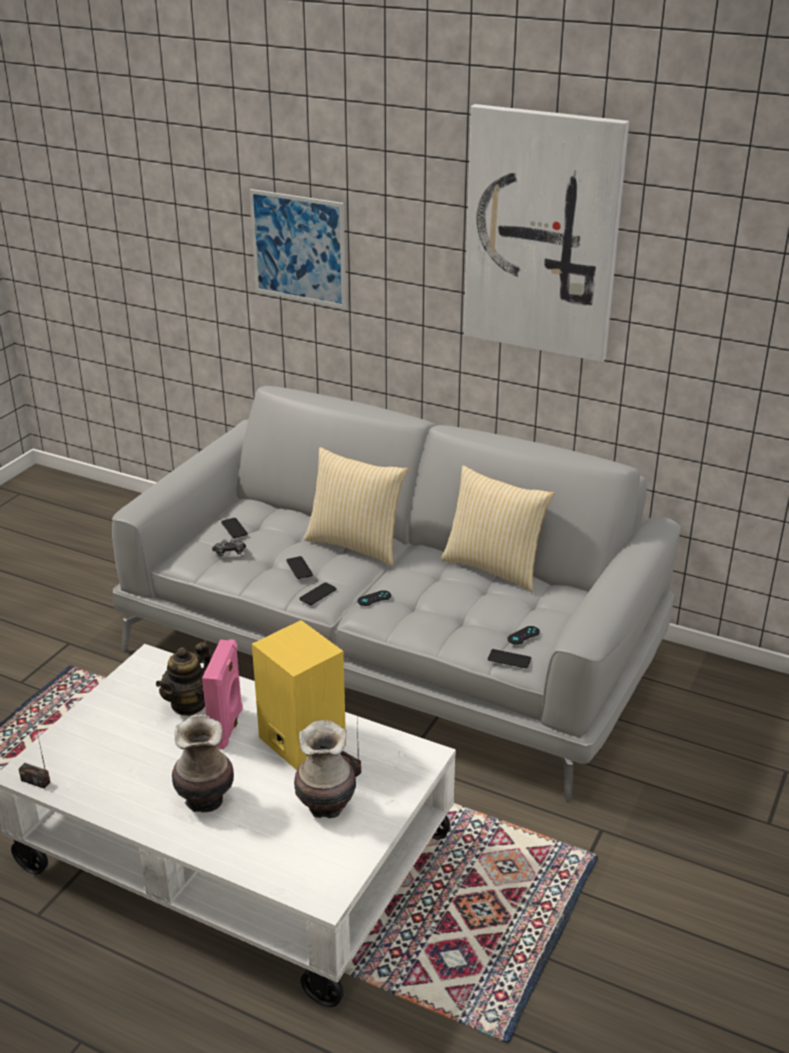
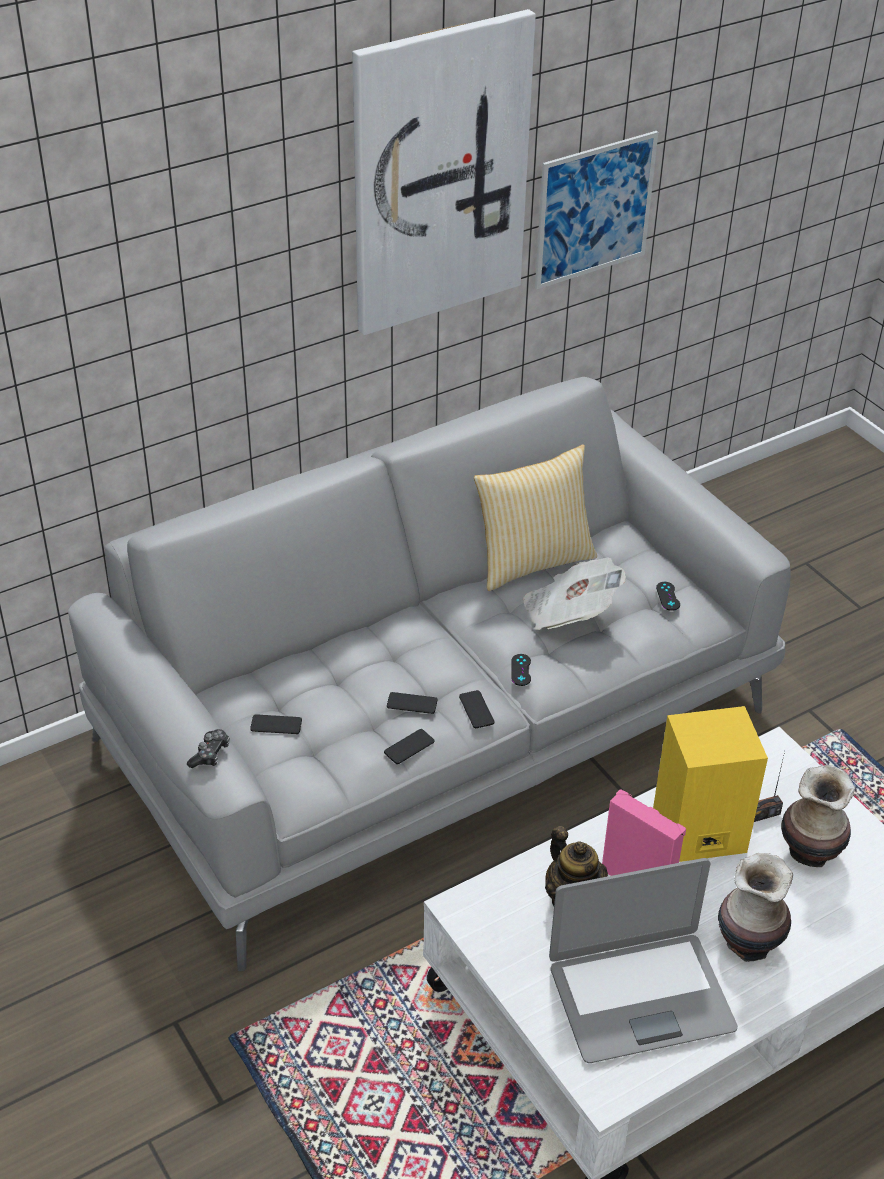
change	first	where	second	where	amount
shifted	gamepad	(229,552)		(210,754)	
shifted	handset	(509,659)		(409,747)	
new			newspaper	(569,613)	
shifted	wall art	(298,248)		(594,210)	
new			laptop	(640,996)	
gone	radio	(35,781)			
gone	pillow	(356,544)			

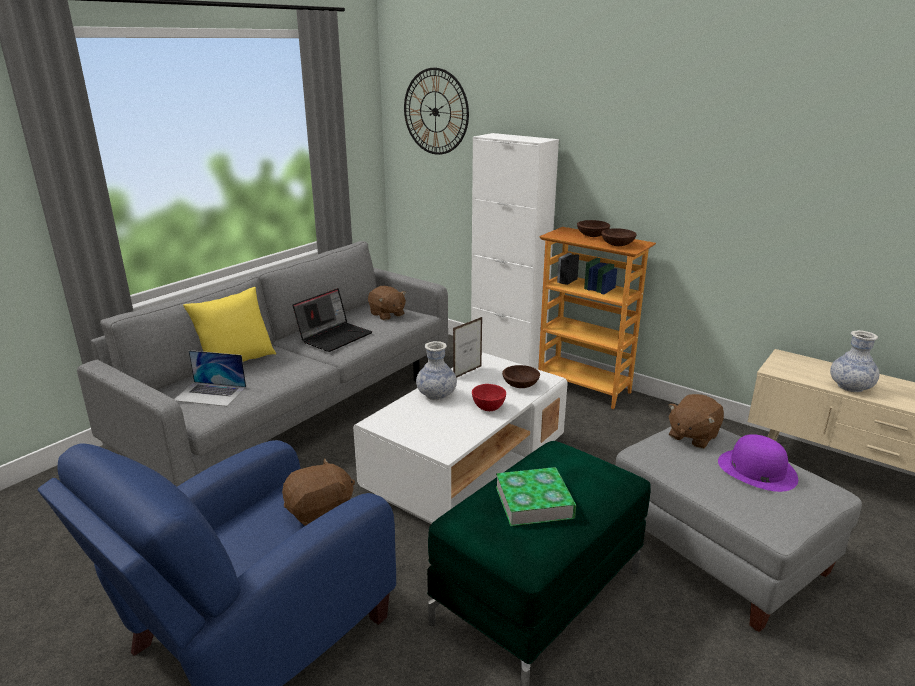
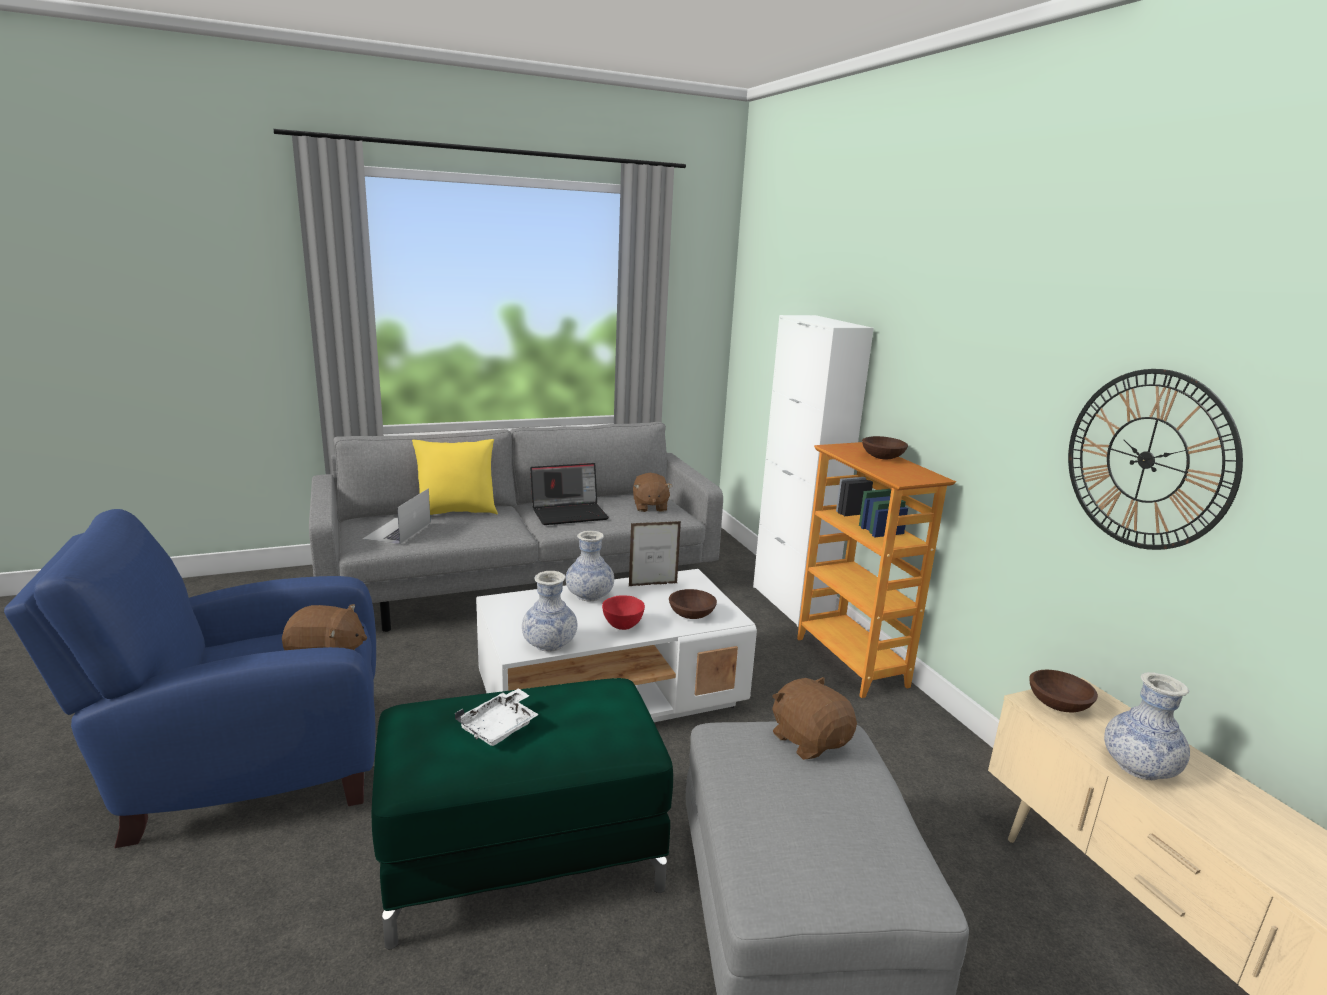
change	first	where	second	where	amount
rotated	laptop	(210,394)		(397,531)	60 degrees clockwise
swapped	volume	(534,502)	whitish tray	(500,727)	
new			vase	(549,644)	
rotated	brownish plush toy	(692,436)		(809,740)	75 degrees clockwise
shifted	brownish deep dish	(617,244)		(1058,704)	
shifted	wall clock	(435,112)		(1146,459)	
gone	purple-coloured hat	(756,470)			

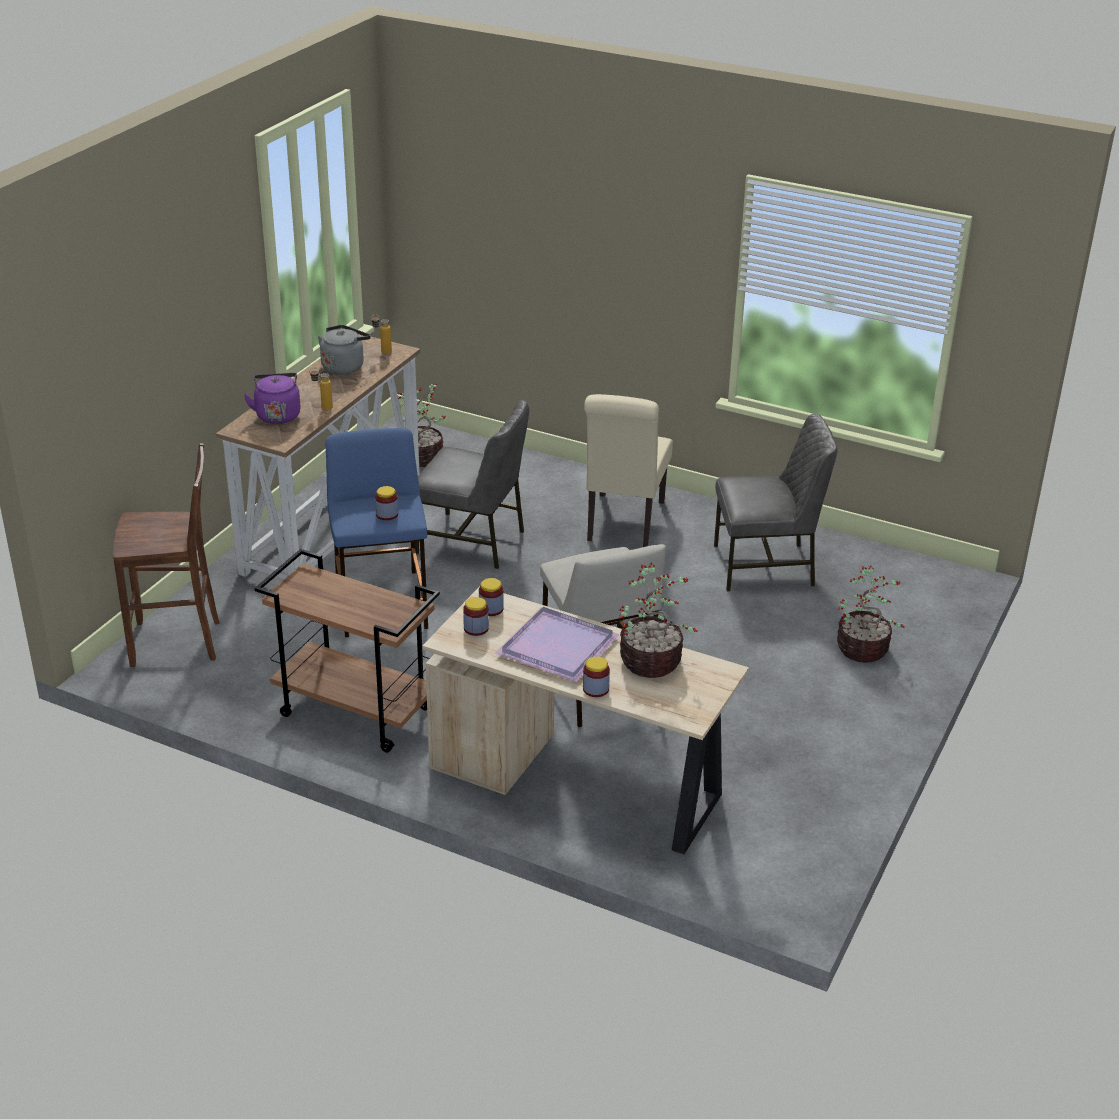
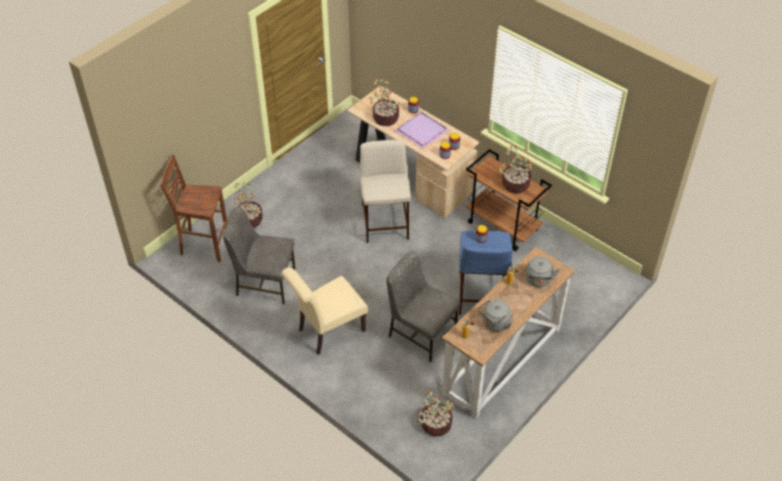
change	first	where	second	where	amount
shifted	brownish stool	(178,643)		(203,245)	
rotated	sand-coloured chair	(623,524)		(327,331)	150 degrees counterclockwise
new			houseplant	(514,184)	
repainted	purple-coloured water kettle	(277,415)	gray water kettle	(539,280)	

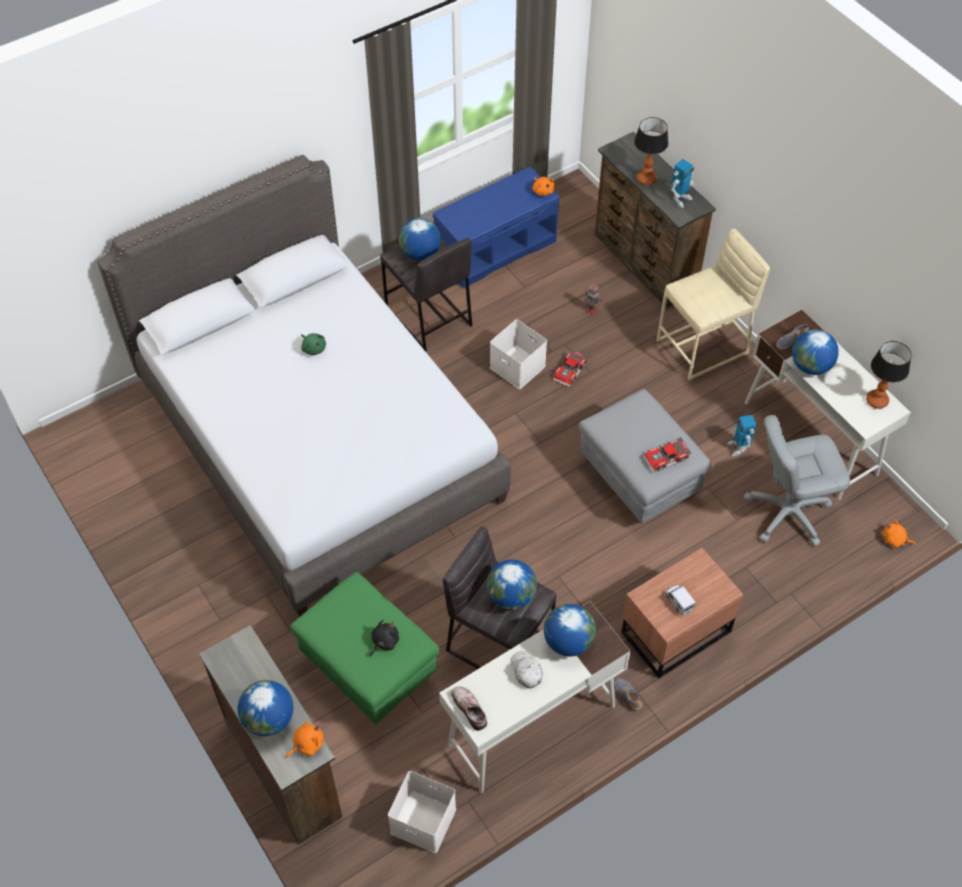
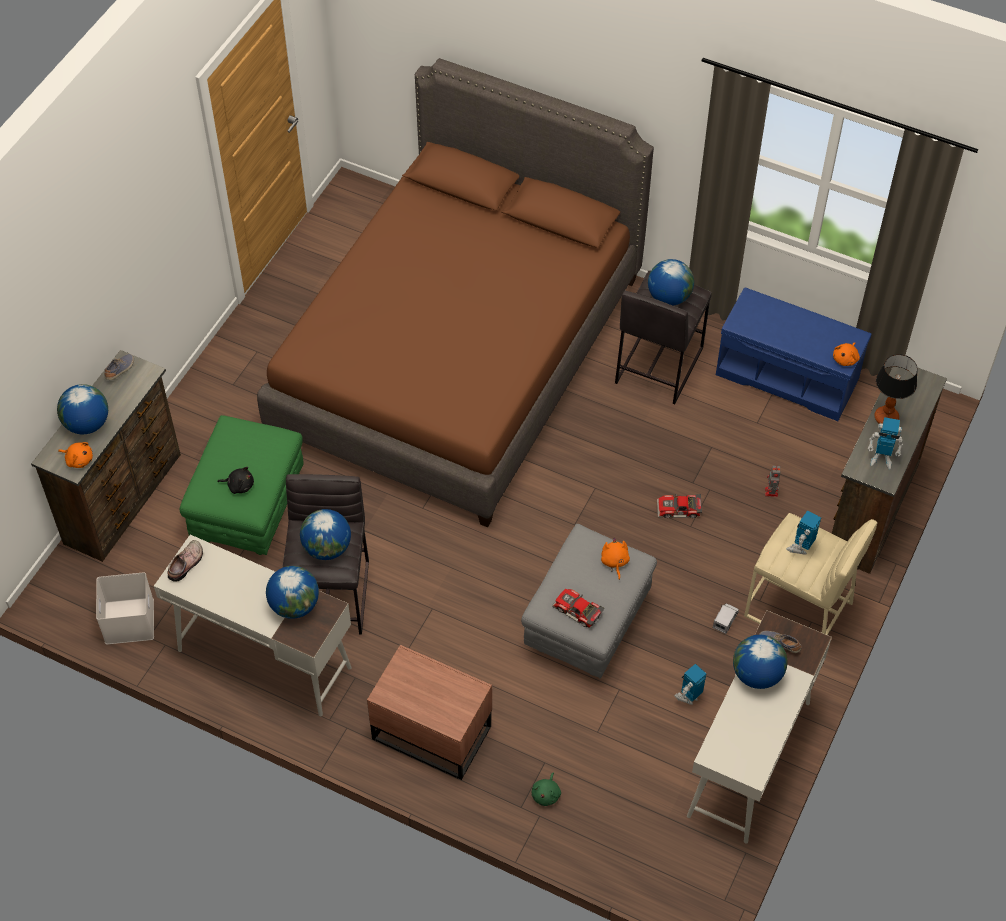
change	first	where	second	where	amount
shifted	shoe	(628,695)		(120,370)	
repainted	gray sleeping bed	(318,440)	brownish sleeping bed	(457,355)	
shifted	green plush toy	(313,348)		(546,794)	
shifted	orange-coloured plush toy	(895,540)		(614,562)	
shifted	toy truck	(679,602)		(725,620)	
new			toy robot	(800,547)	
gone	whitish storage bin	(516,367)			
gone	whitish peaked cap	(526,671)			
gone	gray computer chair	(787,512)			
gone	lamp for a table	(877,400)			

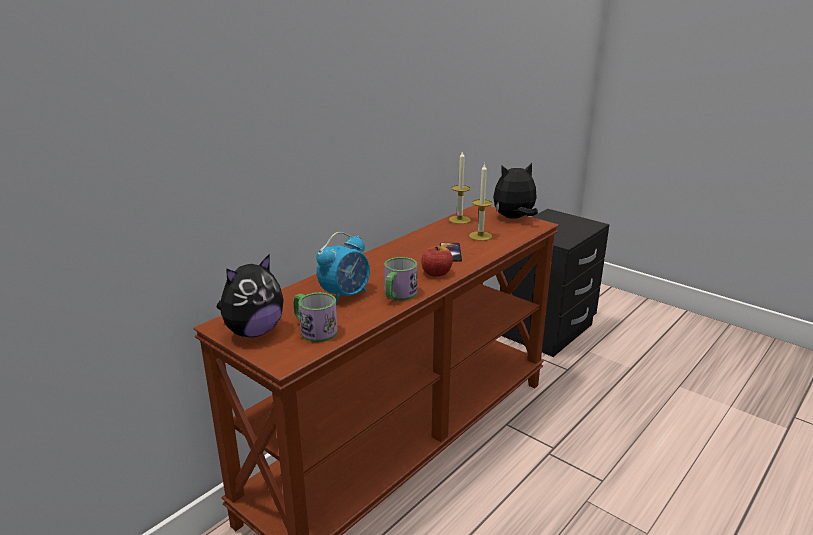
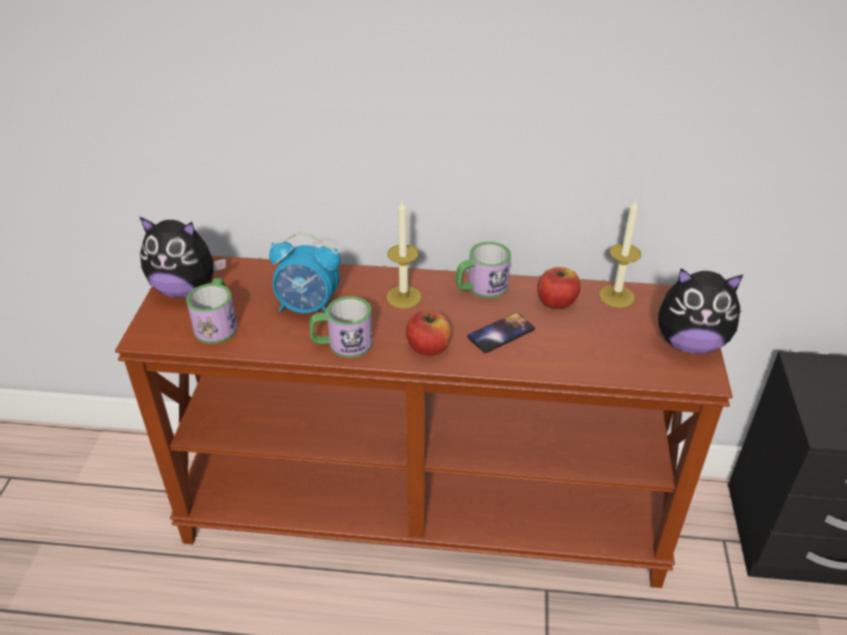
change	first	where	second	where	amount
shifted	wax candle	(480,236)		(403,297)	
new			coffee mug	(481,287)	
new			whole apple	(556,302)	
rotated	plush toy	(514,218)		(689,343)	150 degrees clockwise

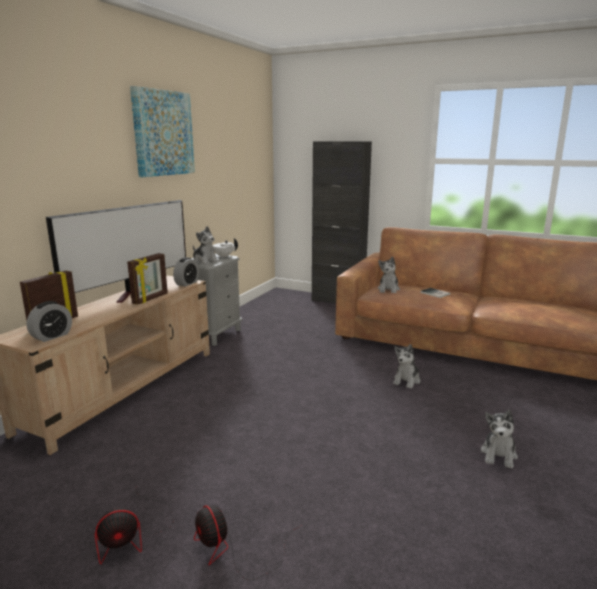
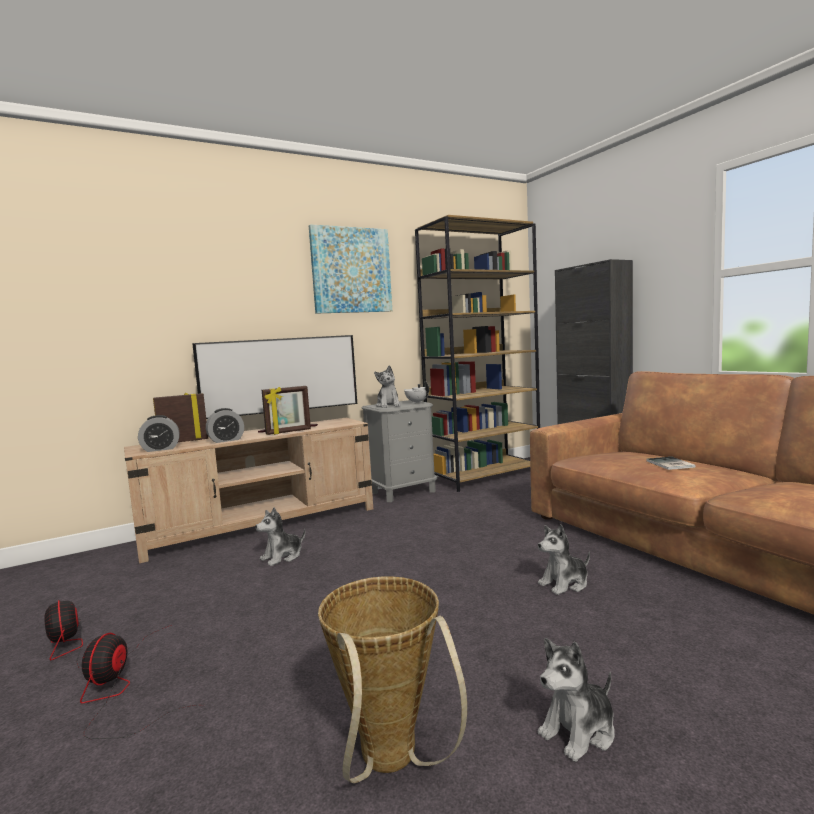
change	first	where	second	where	amount
rotated	cooling fan	(134,535)		(84,649)	45 degrees clockwise
shifted	bedside clock	(187,283)		(226,440)	
shifted	plush toy	(388,289)		(282,557)	
new			storage basket	(391,765)	
new			brownish shelving unit	(485,476)	

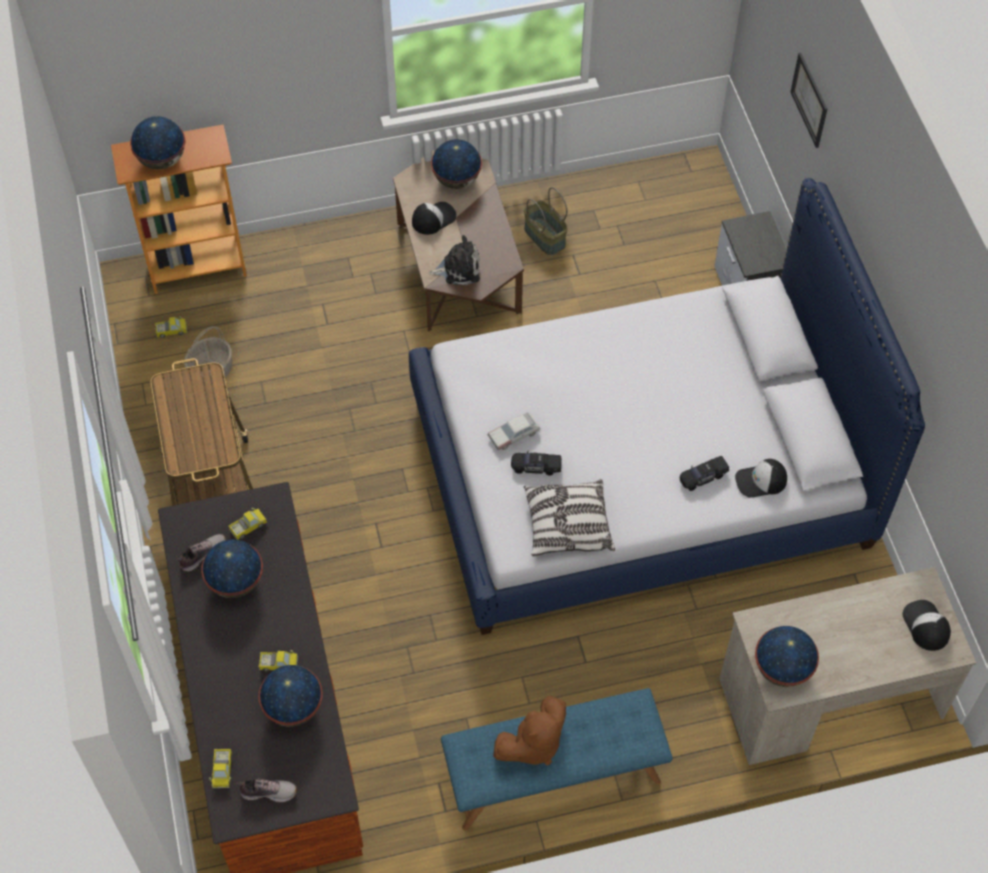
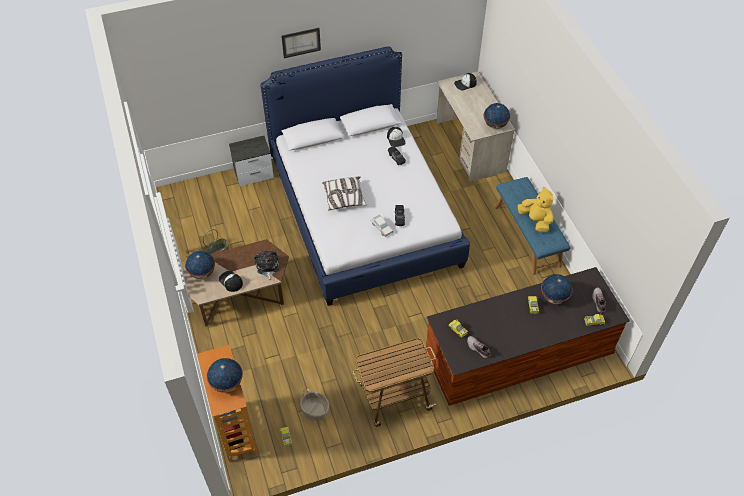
change	first	where	second	where	amount
shifted	wall art	(809,100)		(301,42)	
shifted	pillow	(567,526)		(344,198)	
repainted	brownish plush toy	(533,744)	yellowish plush toy	(535,220)	
gone	globe	(236,581)			

